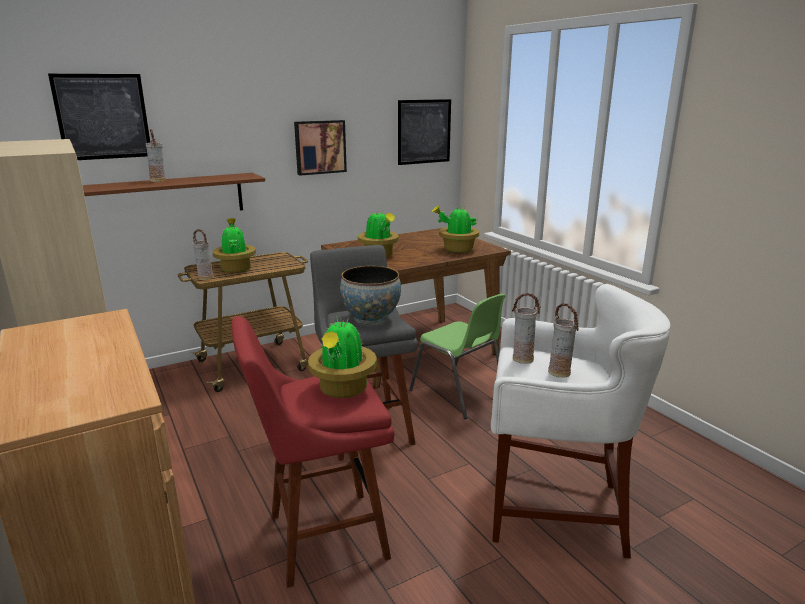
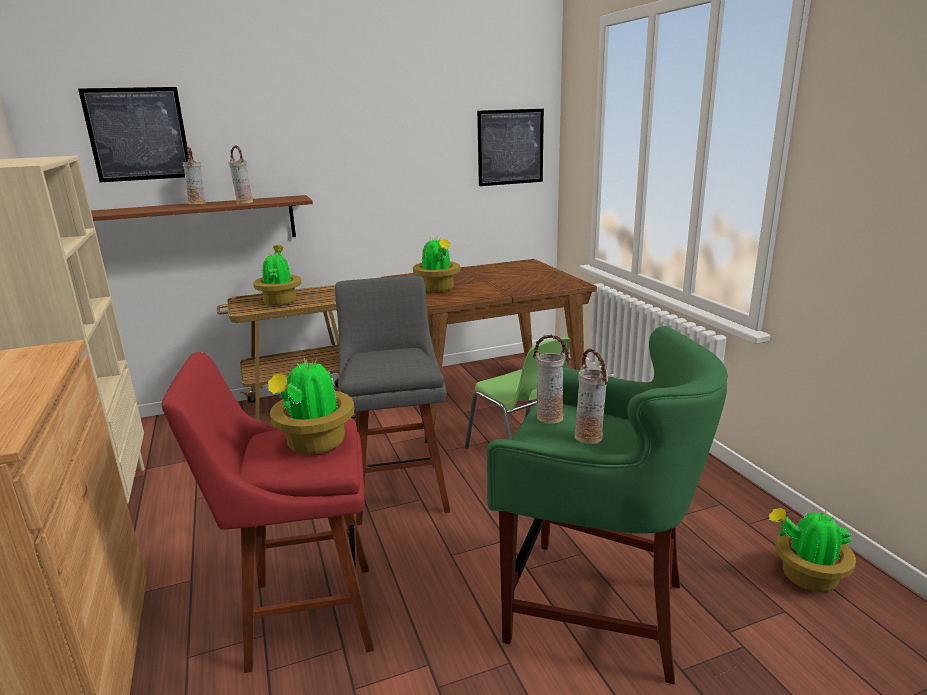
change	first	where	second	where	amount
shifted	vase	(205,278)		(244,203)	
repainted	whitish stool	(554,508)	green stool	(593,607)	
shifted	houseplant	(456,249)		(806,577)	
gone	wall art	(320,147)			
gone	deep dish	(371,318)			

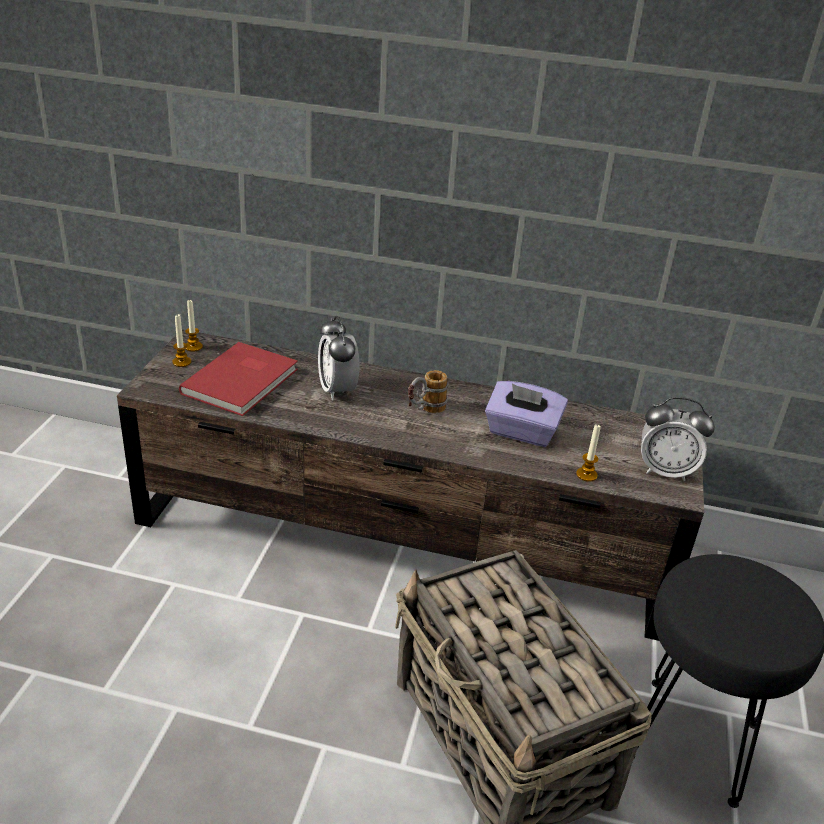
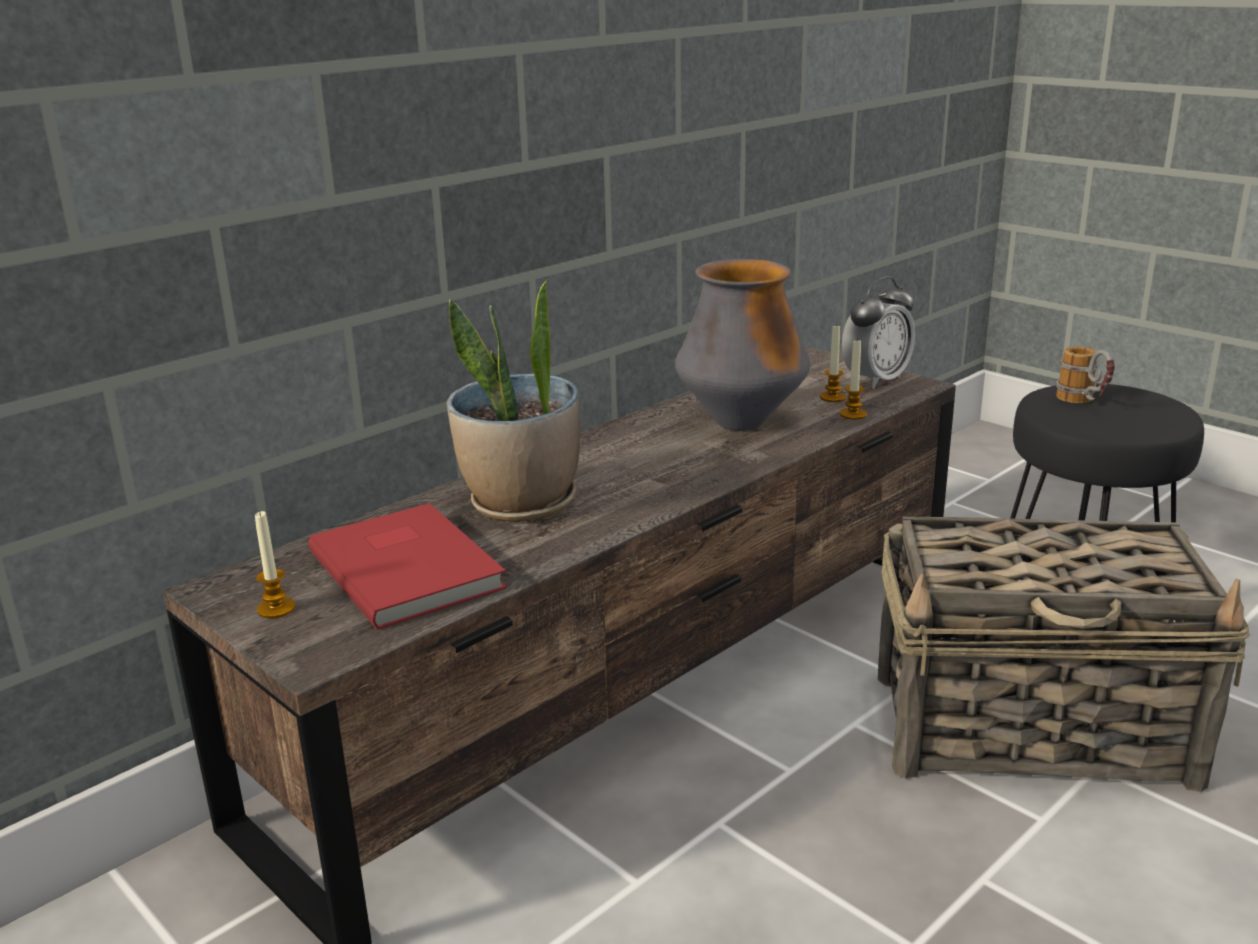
change	first	where	second	where	amount
swapped	bedside clock	(337,390)	houseplant	(522,504)	
swapped	purple-coloured box of tissues	(521,432)	vase	(741,423)	
shifted	wax candle	(193,347)		(832,397)	
shifted	coffee mug	(424,411)		(1084,403)	

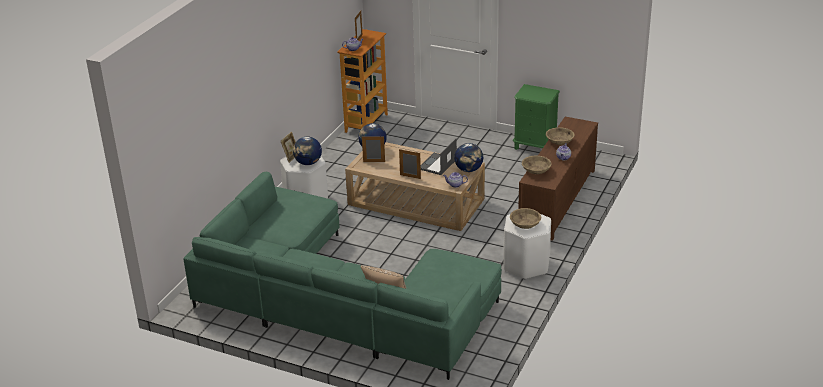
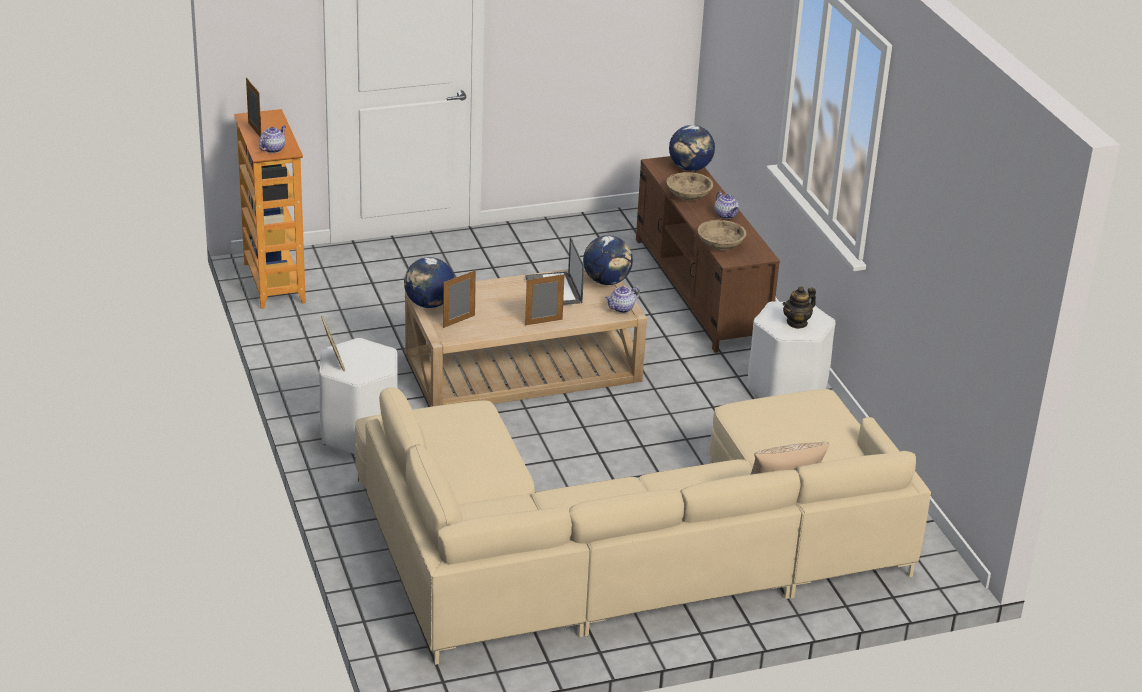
change	first	where	second	where	amount
repainted	green couch	(337,300)	sand-coloured couch	(624,549)	
shifted	globe	(308,163)		(690,168)	
swapped	sand-coloured deep dish	(525,225)	teapot	(797,323)	
gone	green night table	(535,146)			

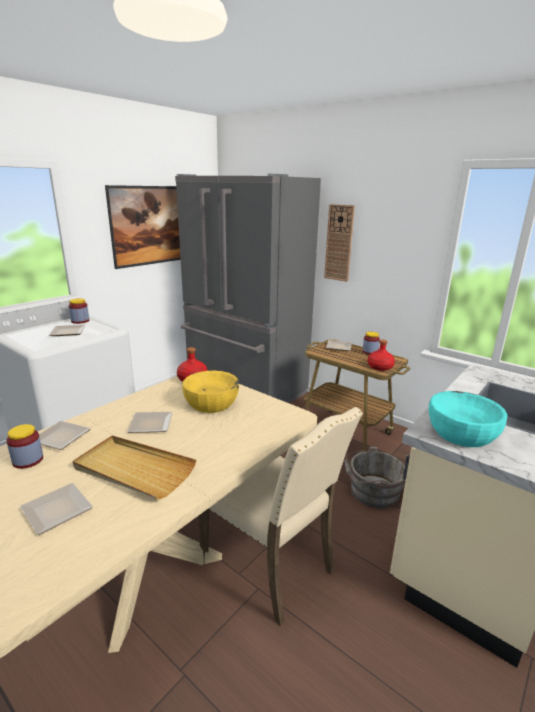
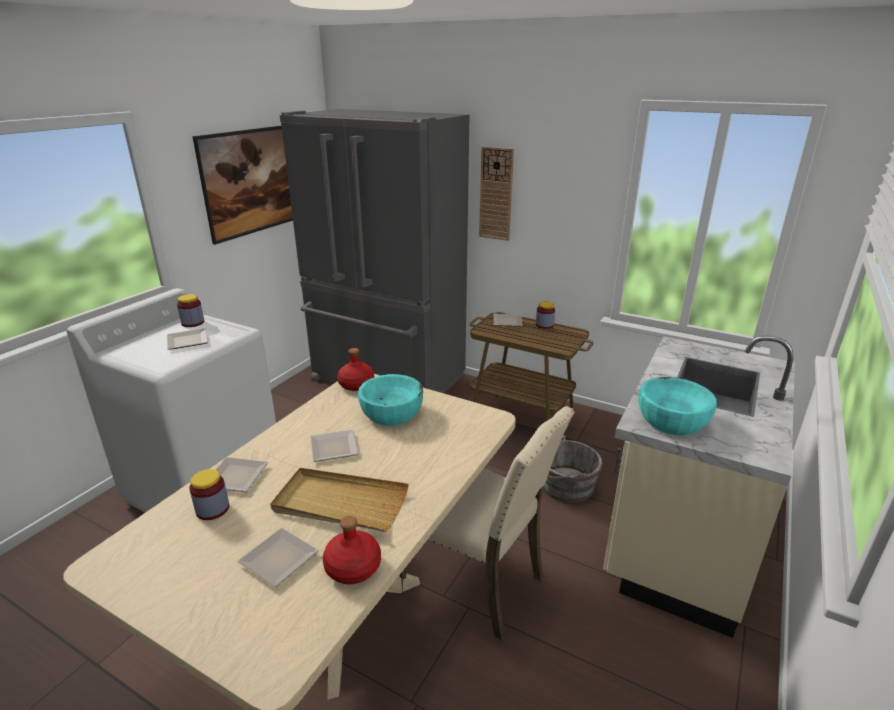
change	first	where	second	where	amount
shifted	red-coloured drink bottle	(380,367)		(353,567)	
repainted	yellowish deep dish	(211,403)	turquoise-coloured deep dish	(391,413)	

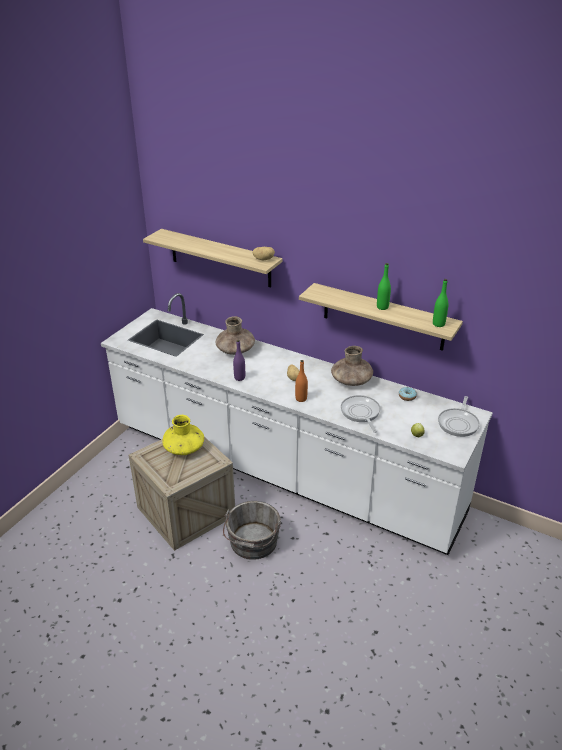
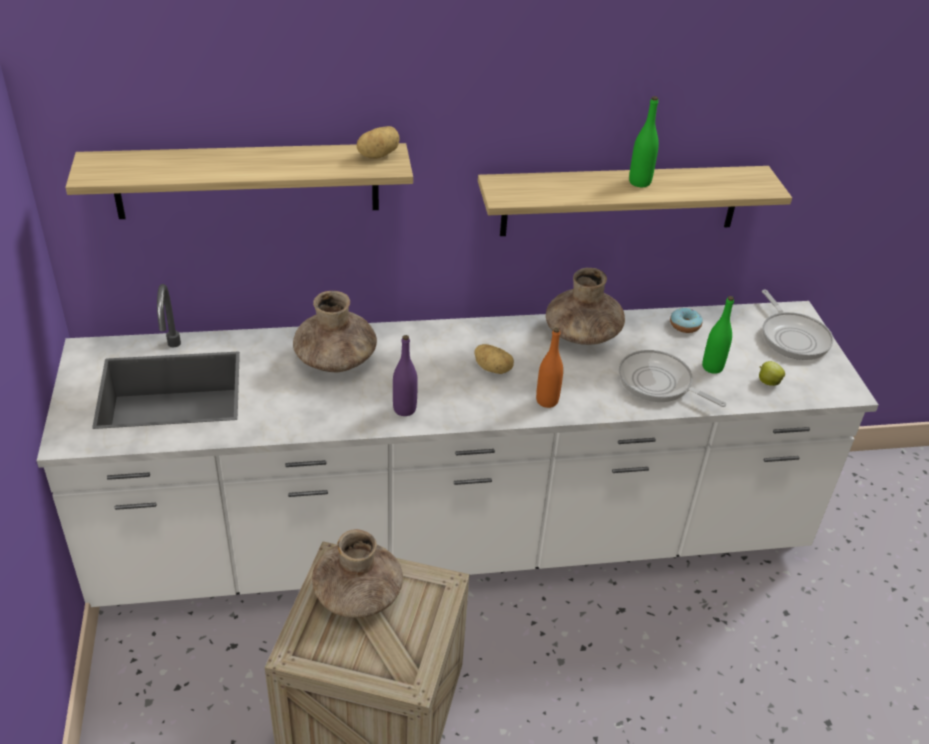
change	first	where	second	where	amount
repainted	yellowish vase	(184,448)	brownish vase	(358,594)	
shifted	green drink bottle	(438,324)		(712,367)	
gone	gray bucket	(252,543)			

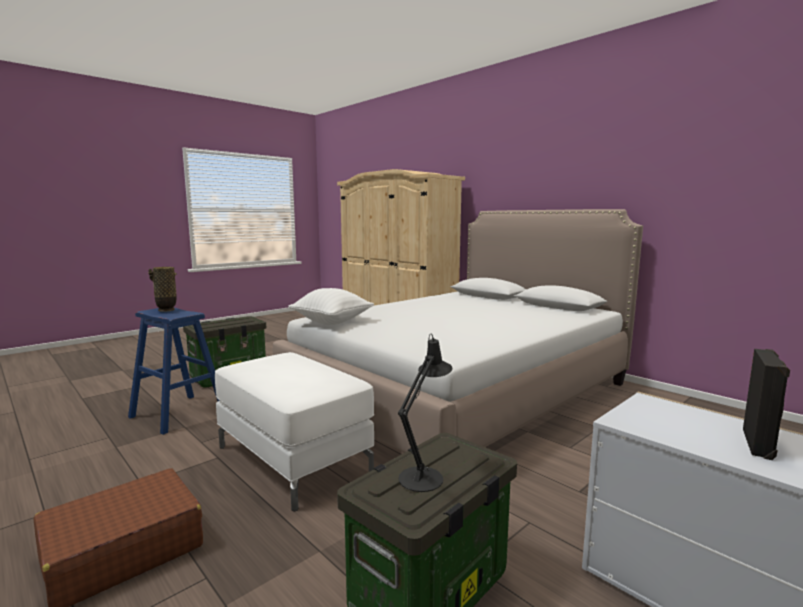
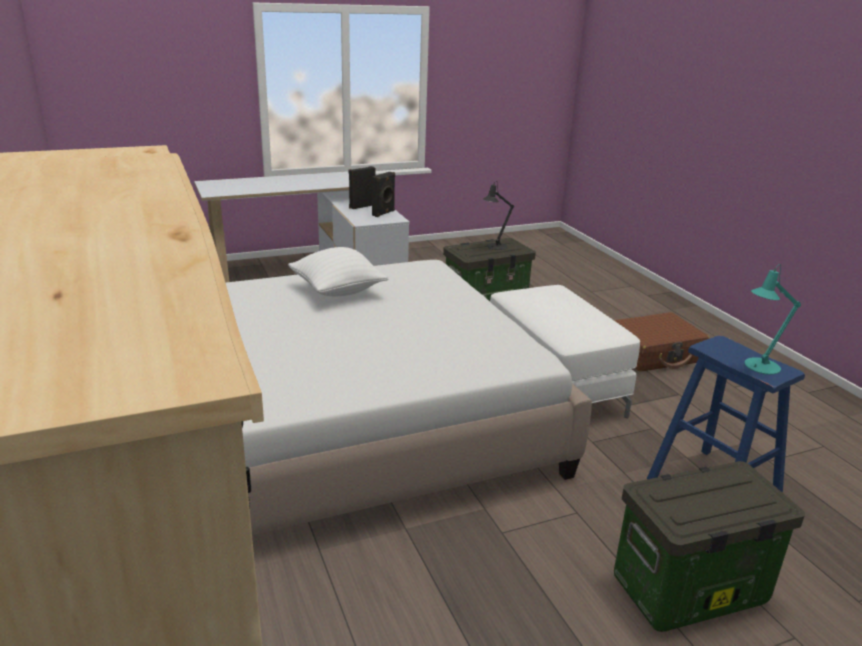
change	first	where	second	where	amount
shifted	whitish pillow	(332,322)		(337,291)	
new			blackish audio speaker	(384,213)	
swapped	vase	(166,310)	turquoise-coloured lamp for a table	(758,367)	

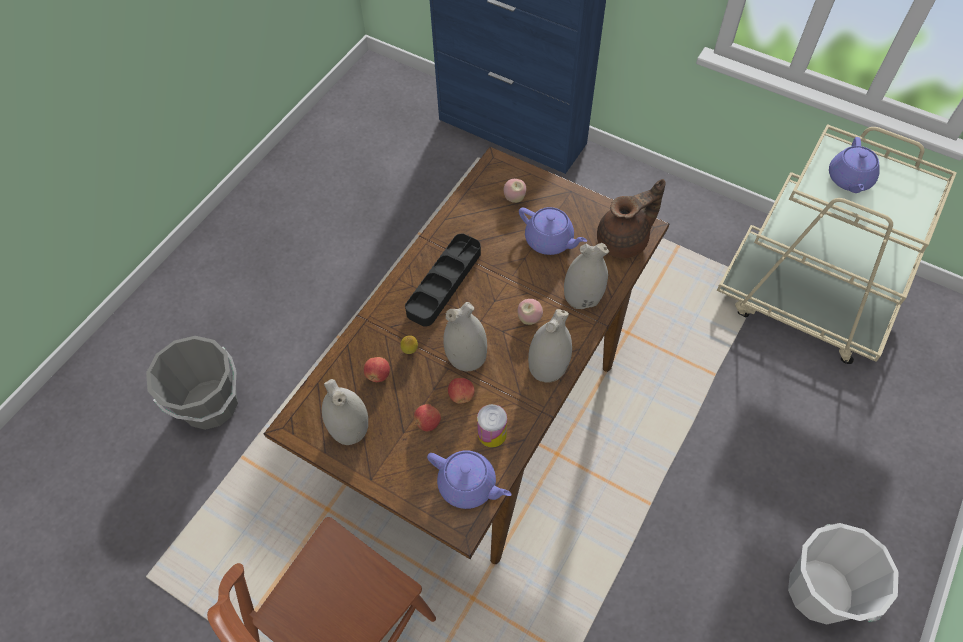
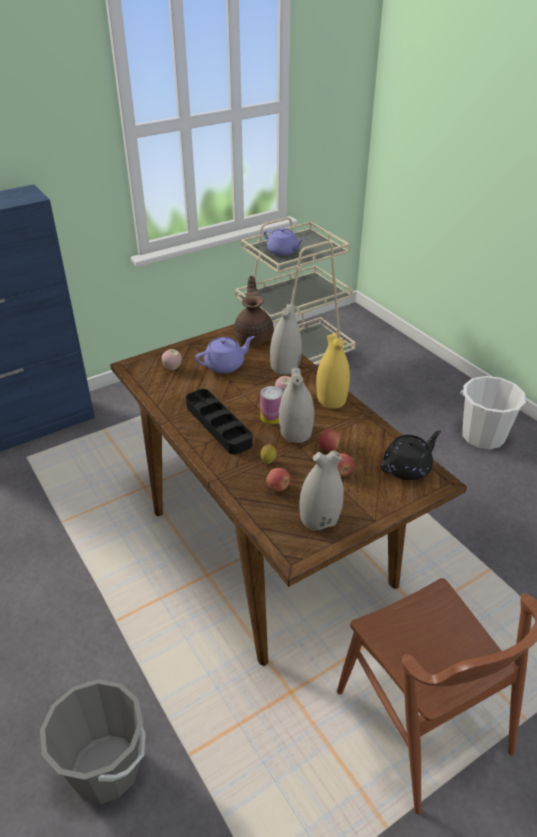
change	first	where	second	where	amount
shifted	metal can	(492,434)		(271,417)	
repainted	whitish vase	(548,366)	yellowish vase	(331,399)	
repainted	purple-coloured teapot	(468,485)	blackish teapot	(408,468)	

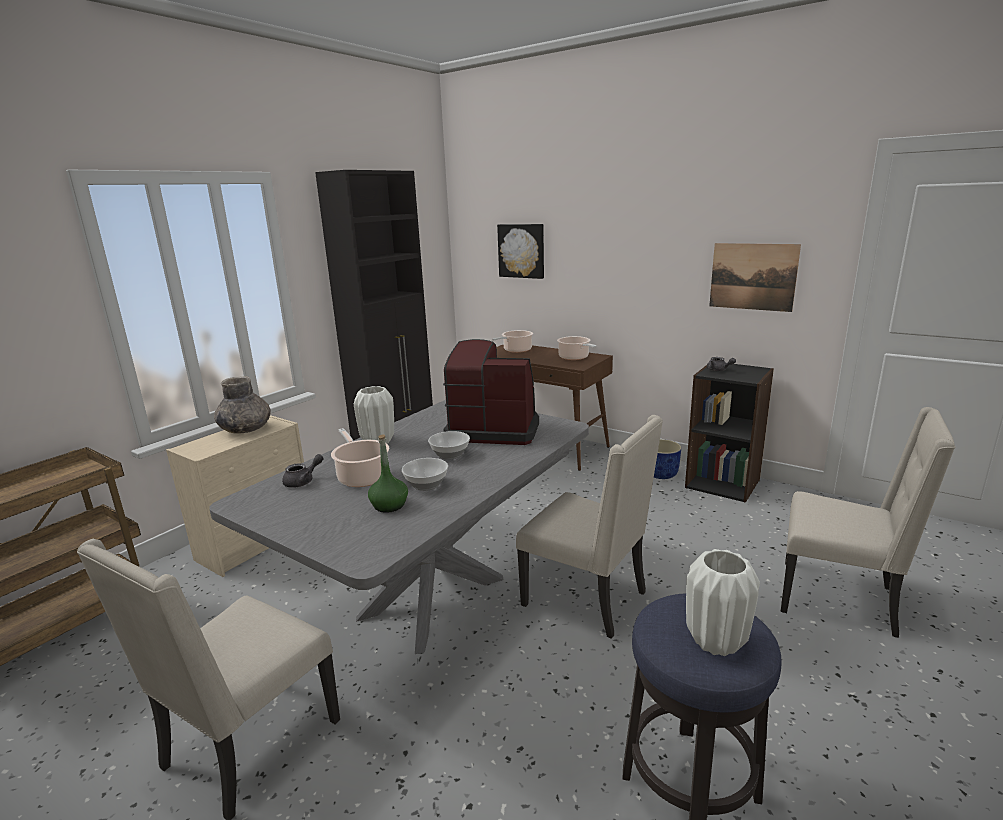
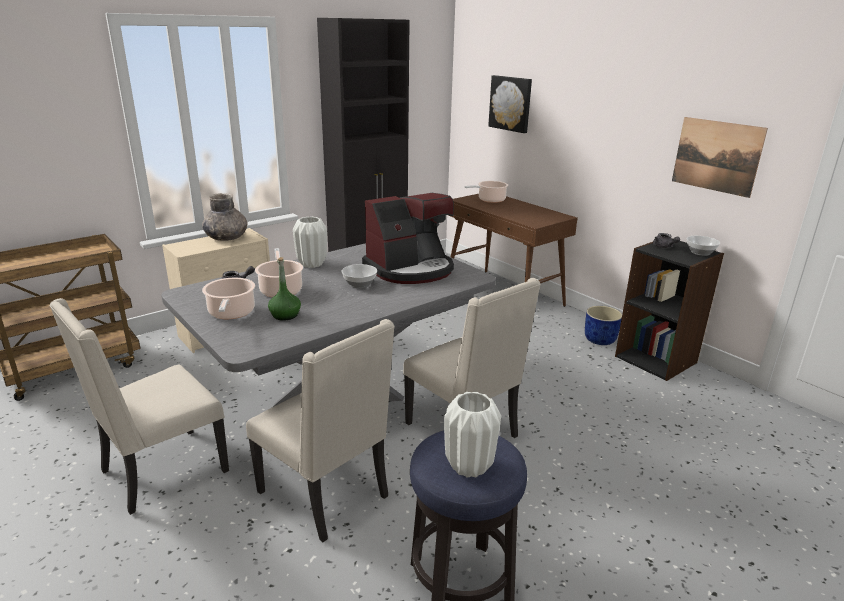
change	first	where	second	where	amount
shifted	stockpot	(575,358)		(231,313)	
shifted	sand-coloured chair	(839,599)		(326,495)	
rotated	coffee machine	(493,429)		(410,269)	120 degrees clockwise
shifted	deep dish	(425,484)		(699,252)	

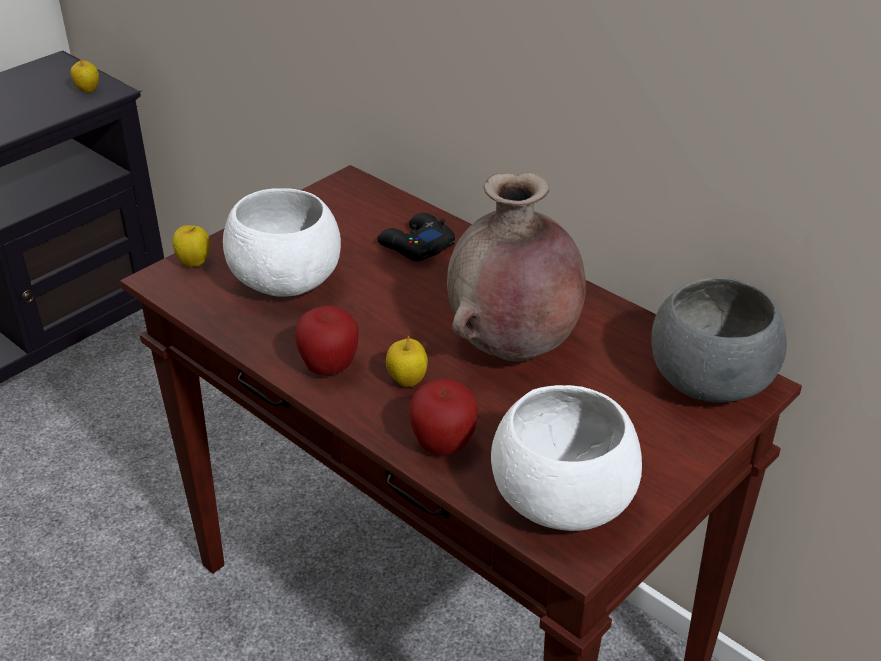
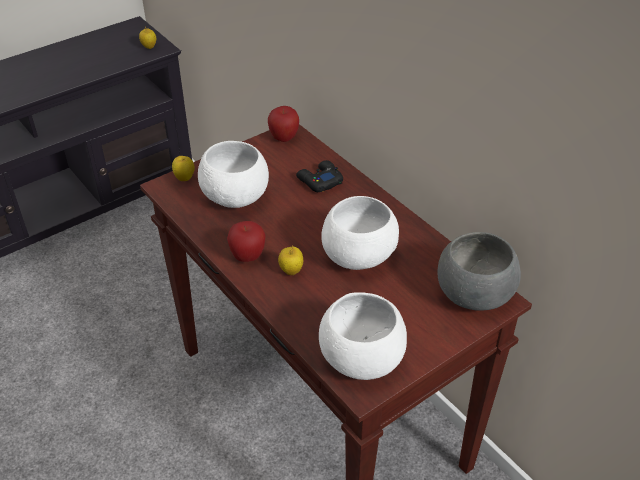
change	first	where	second	where	amount
shifted	whole apple	(443,446)		(284,138)	
swapped	brownish vase	(512,349)	whitish deep dish	(359,258)	

